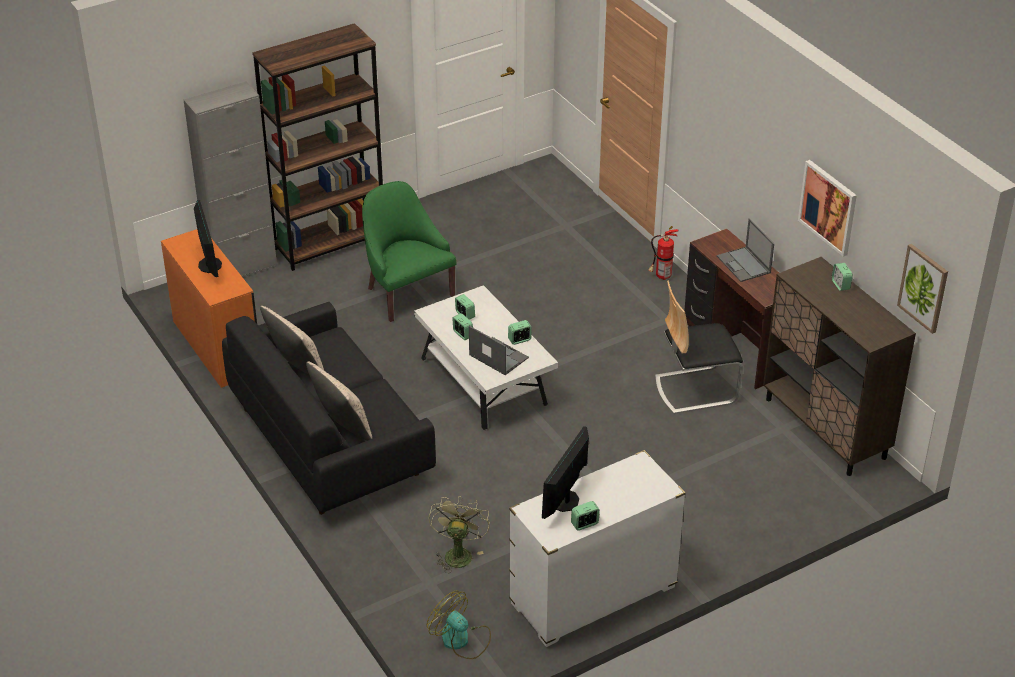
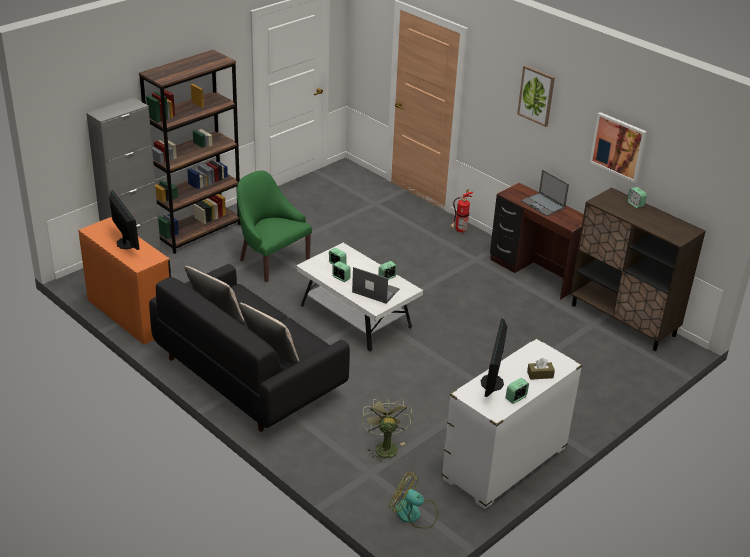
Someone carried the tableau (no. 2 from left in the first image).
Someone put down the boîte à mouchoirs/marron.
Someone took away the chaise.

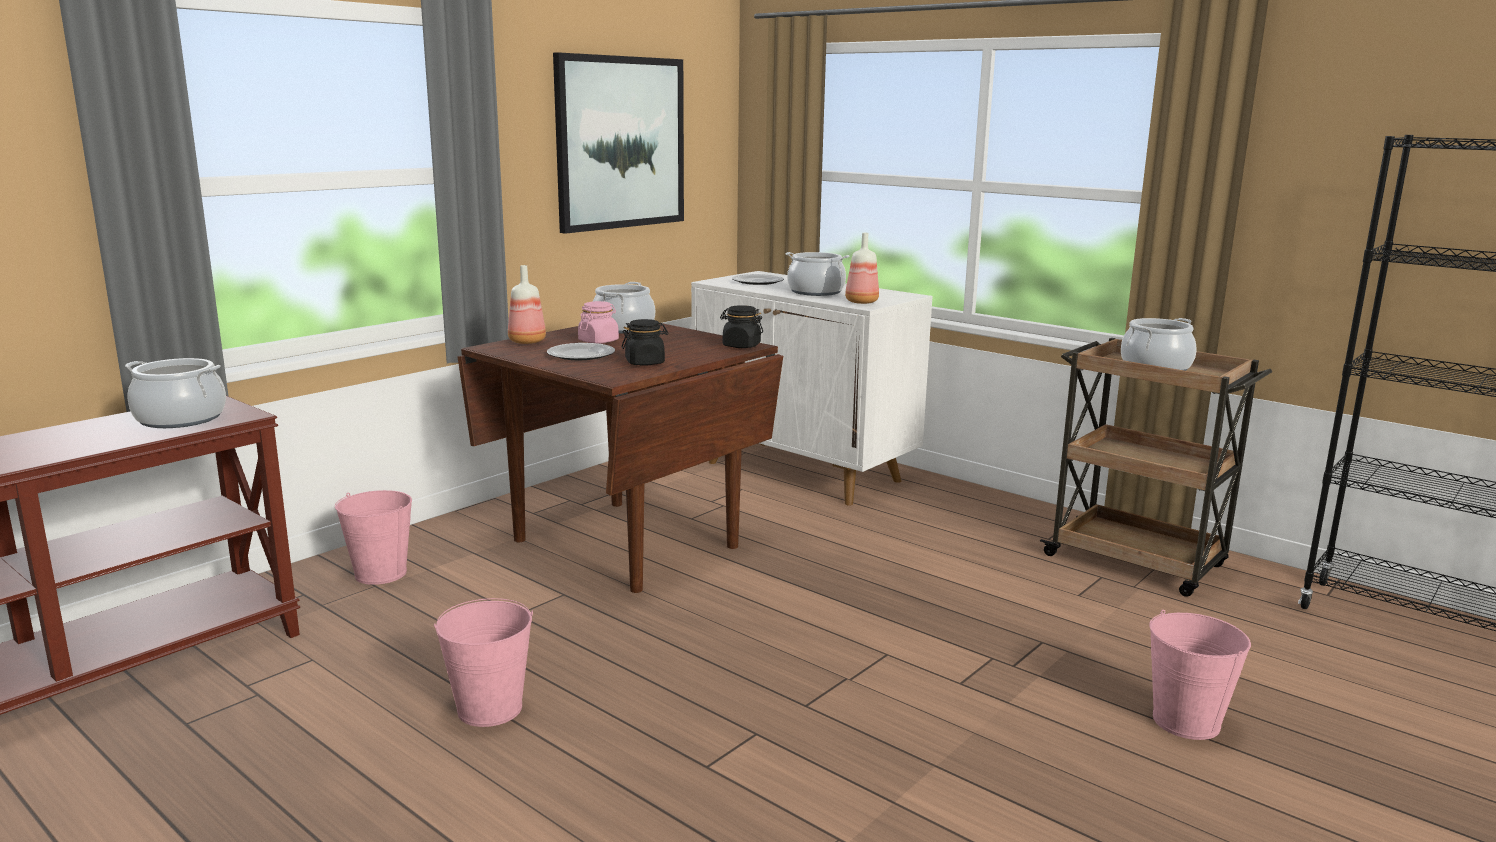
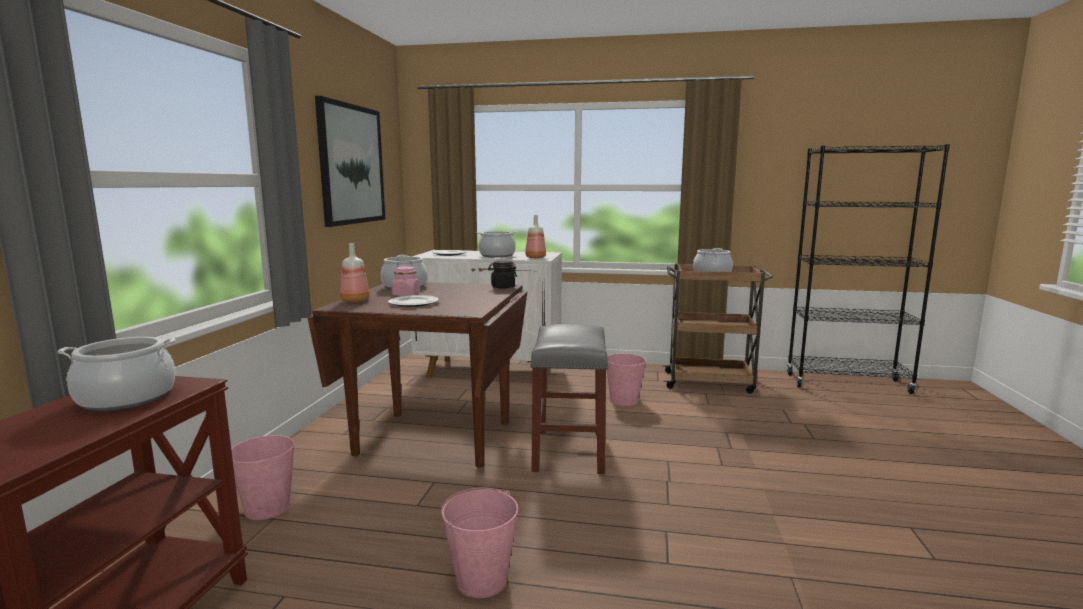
Someone put down the tabouret/gris.
Someone carried the seau/rose (no. 3 from left).
Someone took away the bocal/noir (no. 1 from left).

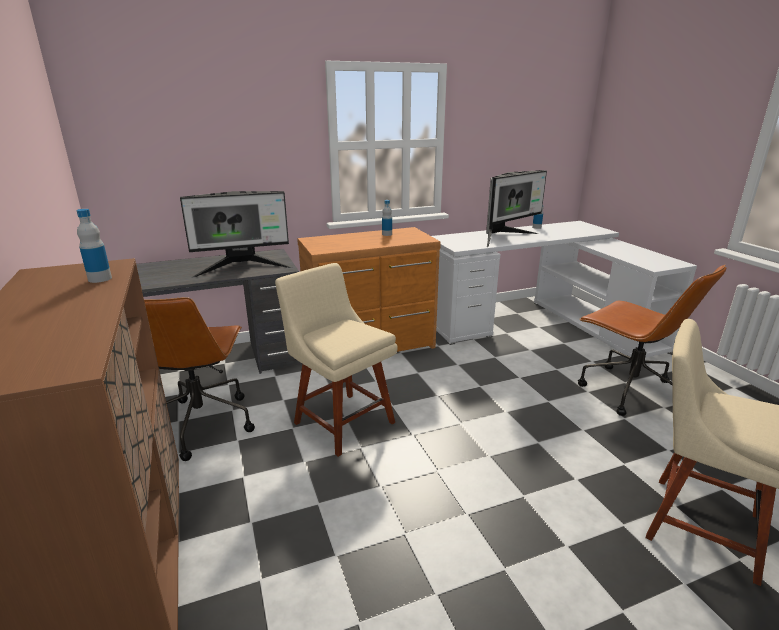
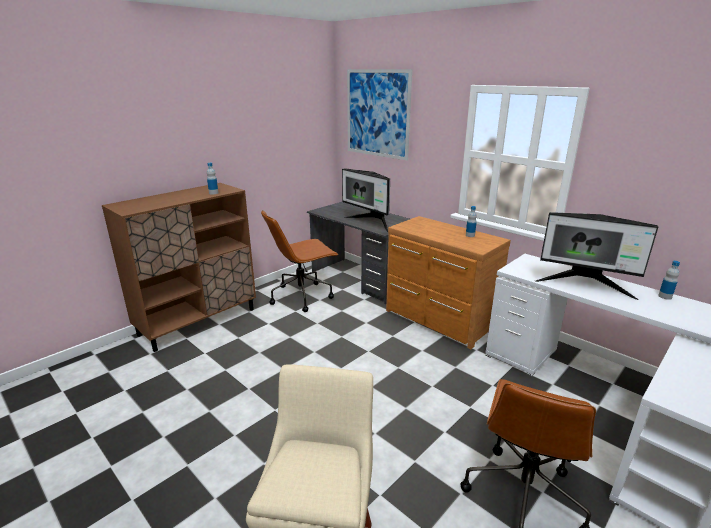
Someone put up the tableau.
Someone took away the chaise/beige (no. 1 from left).

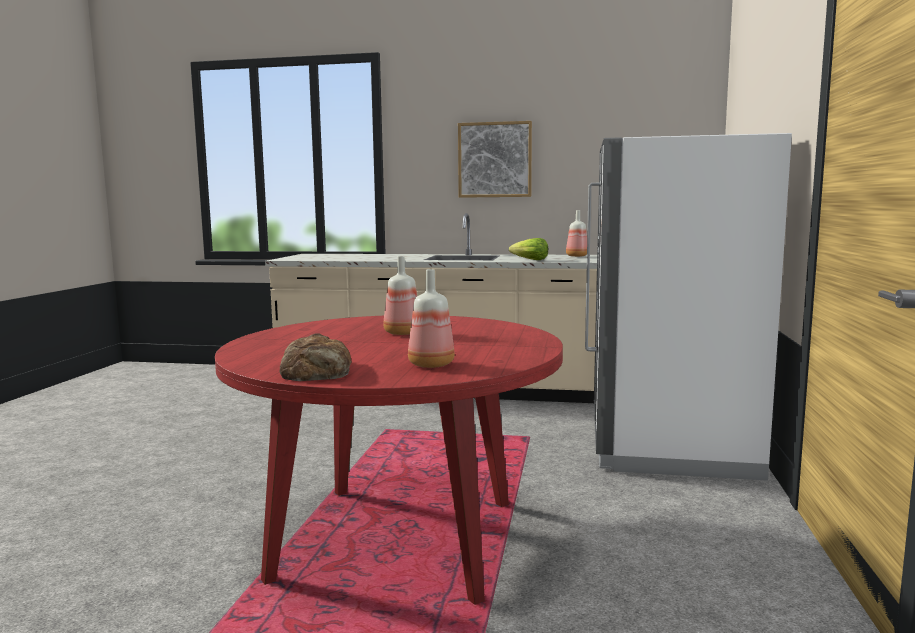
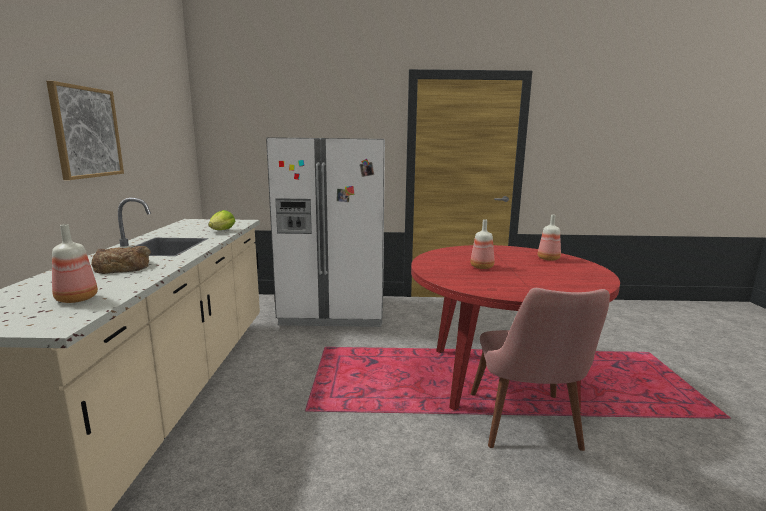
Someone carried the bouteille (no. 3 from left in the first image).
Someone carried the pain.
Someone put down the chaise/rose.

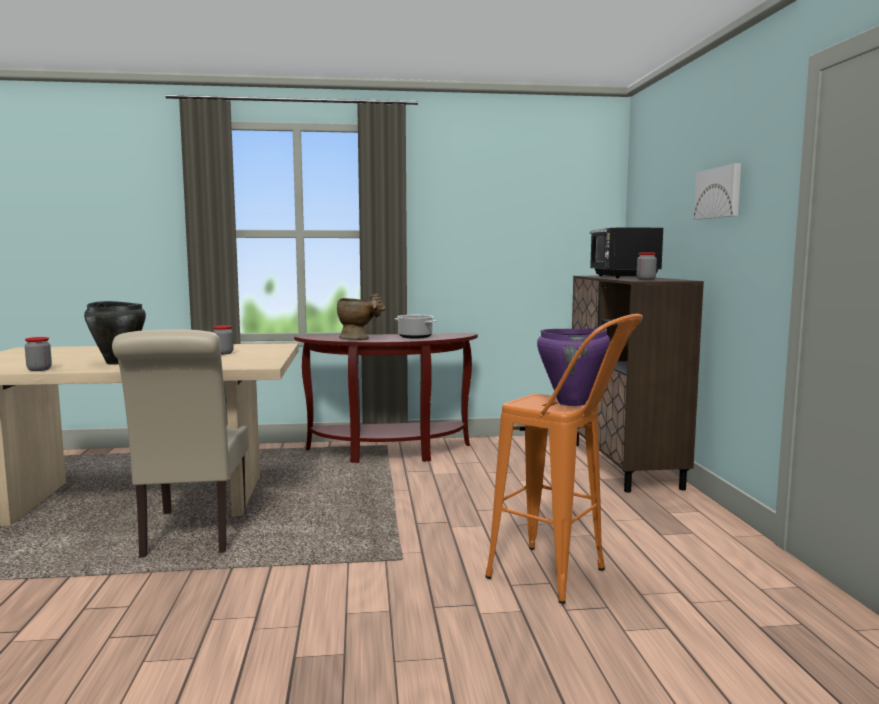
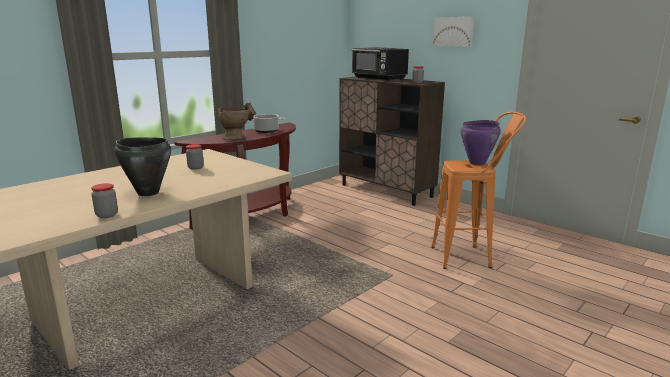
Someone took away the chaise/beige.

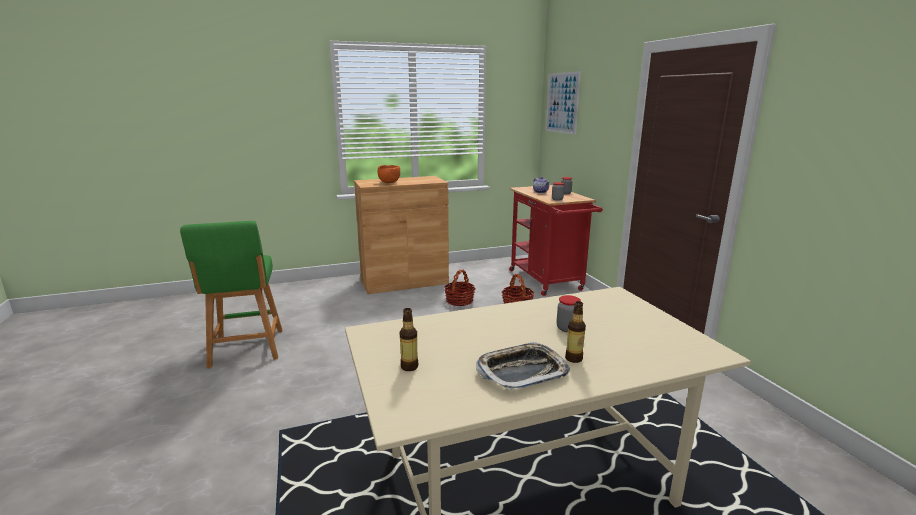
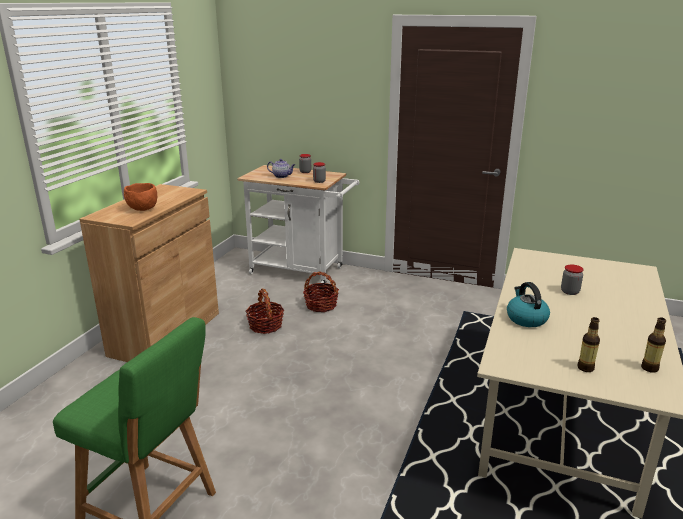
Someone repainted the chariot/rouge, which became the chariot/blanc.
Someone put down the bouilloire.
Someone carried the bouteille (no. 2 from left).
Someone took away the plateau.
Someone took away the tableau.

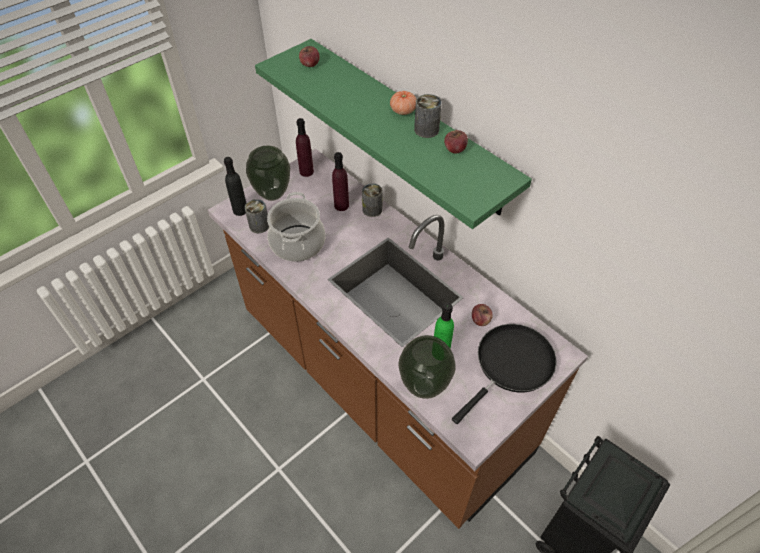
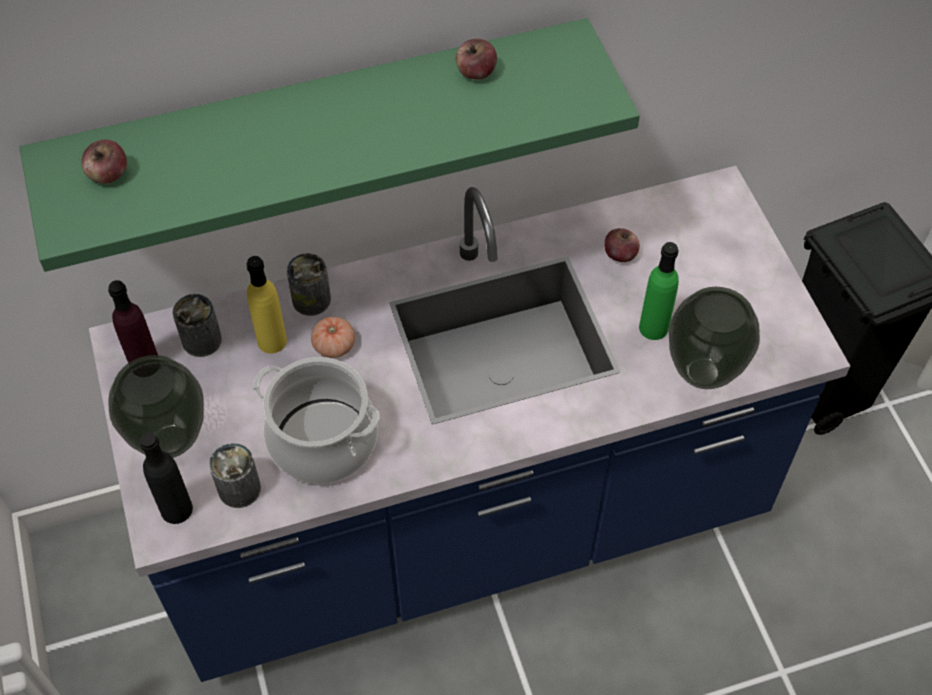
Someone repainted the comptoir de cuisine/marron, which became the comptoir de cuisine/bleu.
Someone carried the boîte métallique (no. 3 from left in the first image).
Someone repainted the bouteille/violet (no. 2 from left), which became the bouteille/jaune.
Someone carried the tomate.
Someone took away the poêle/noir.

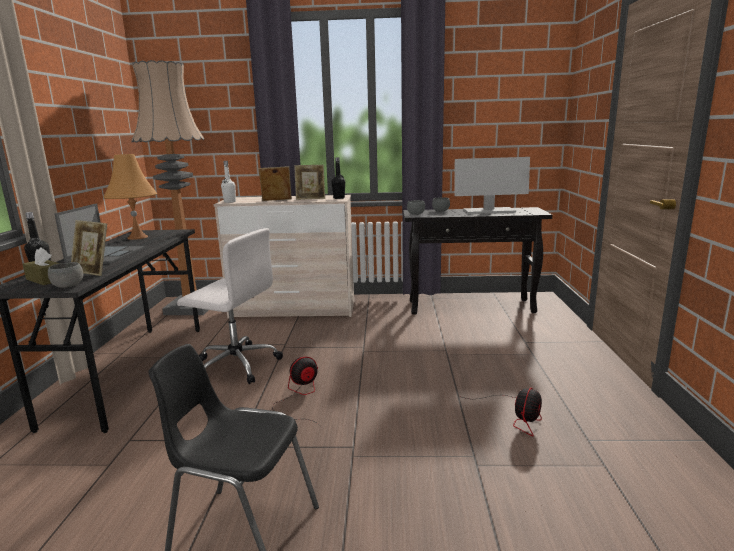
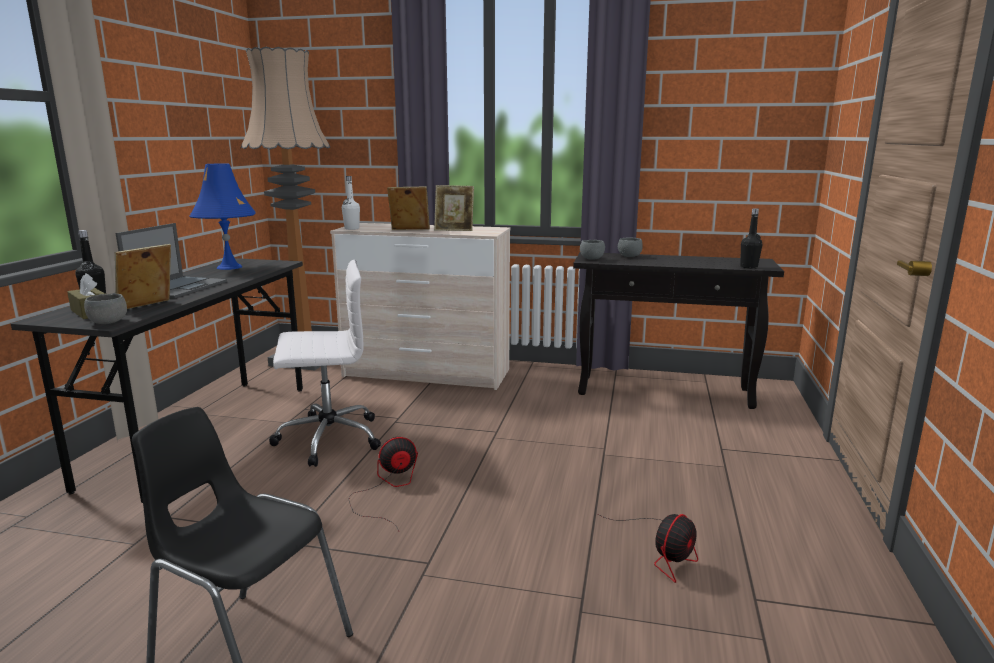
Someone rotated the cadre photo (no. 1 from left) by 90 degrees clockwise.
Someone repainted the lampe de table/orange, which became the lampe de table/bleu.
Someone rotated the chaise de bureau/blanc by 45 degrees counterclockwise.
Someone carried the bouteille/noir (no. 2 from left).
Someone took away the écran d'ordinateur.

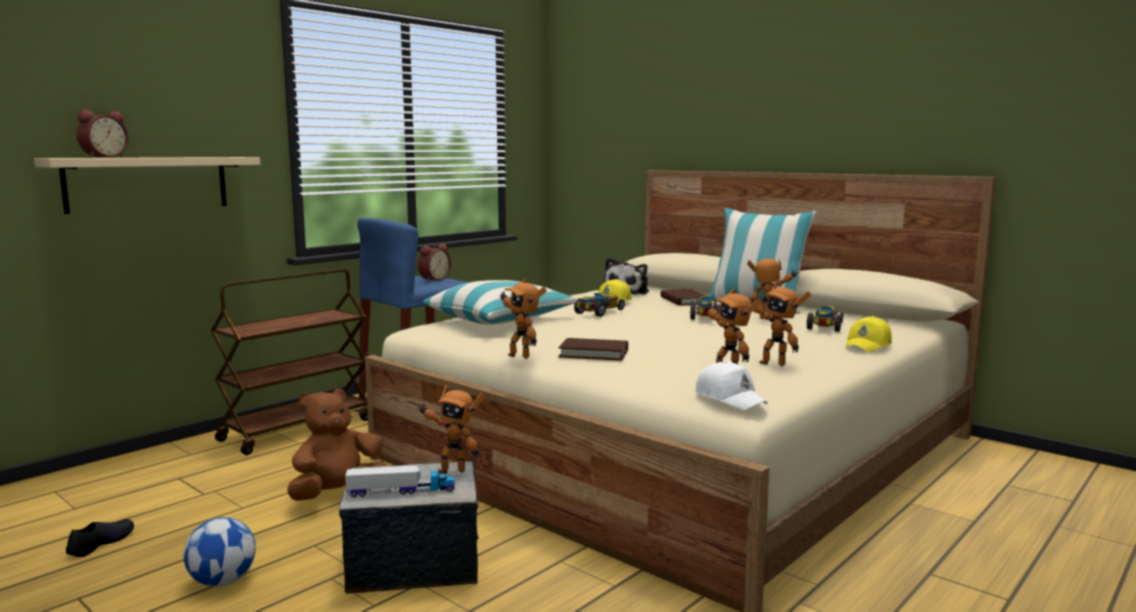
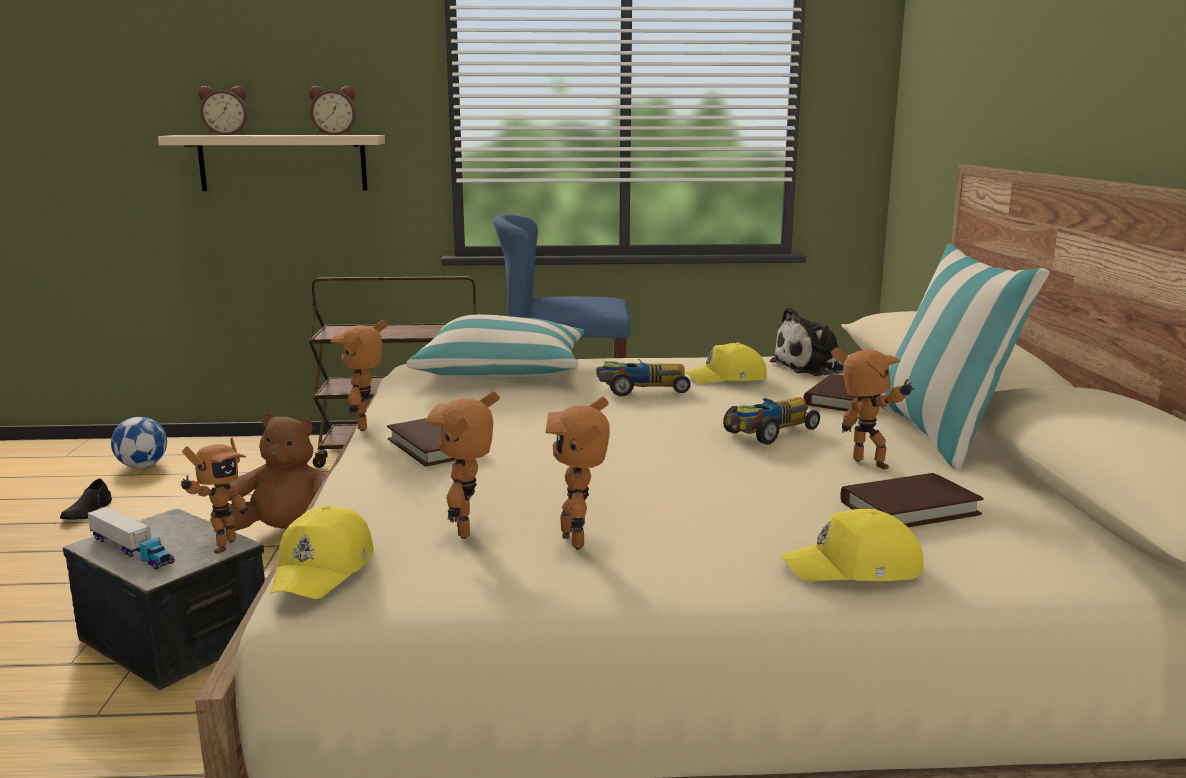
Someone rotated the chaussure/noir by 120 degrees clockwise.
Someone carried the ballon de foot.
Someone rotated the robot jouet (no. 1 from left) by 120 degrees counterclockwise.
Someone repainted the casquette/blanc, which became the casquette/jaune (no. 1 from left).
Someone carried the réveil (no. 2 from left).
Someone swapped the petite voiture (no. 3 from left) for the livre/marron (no. 3 from left).

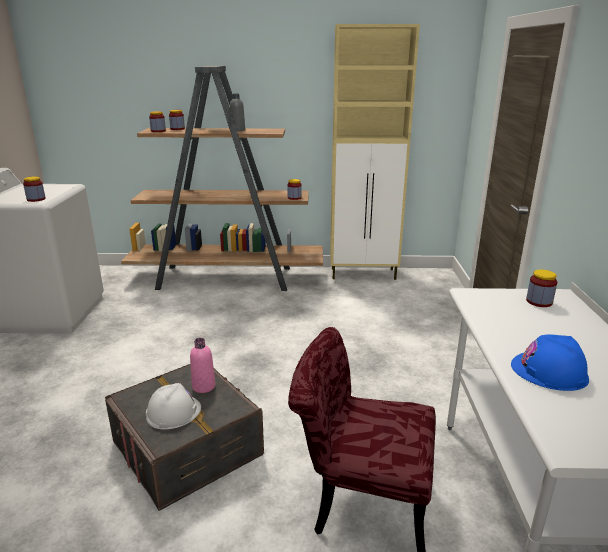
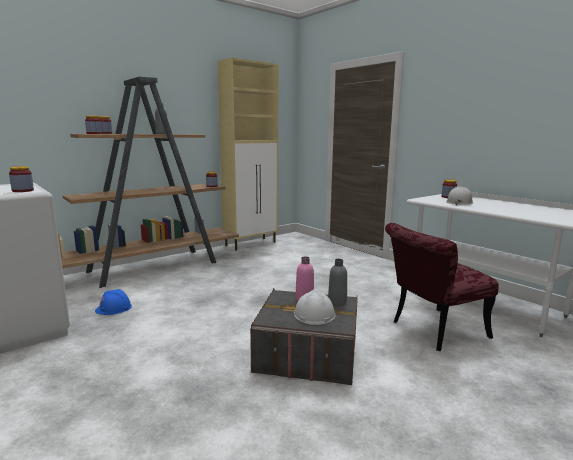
Someone carried the casque de chantier/bleu.
Someone put down the bouteille/gris (no. 2 from left).
Someone put down the casque de chantier/blanc (no. 2 from left).

